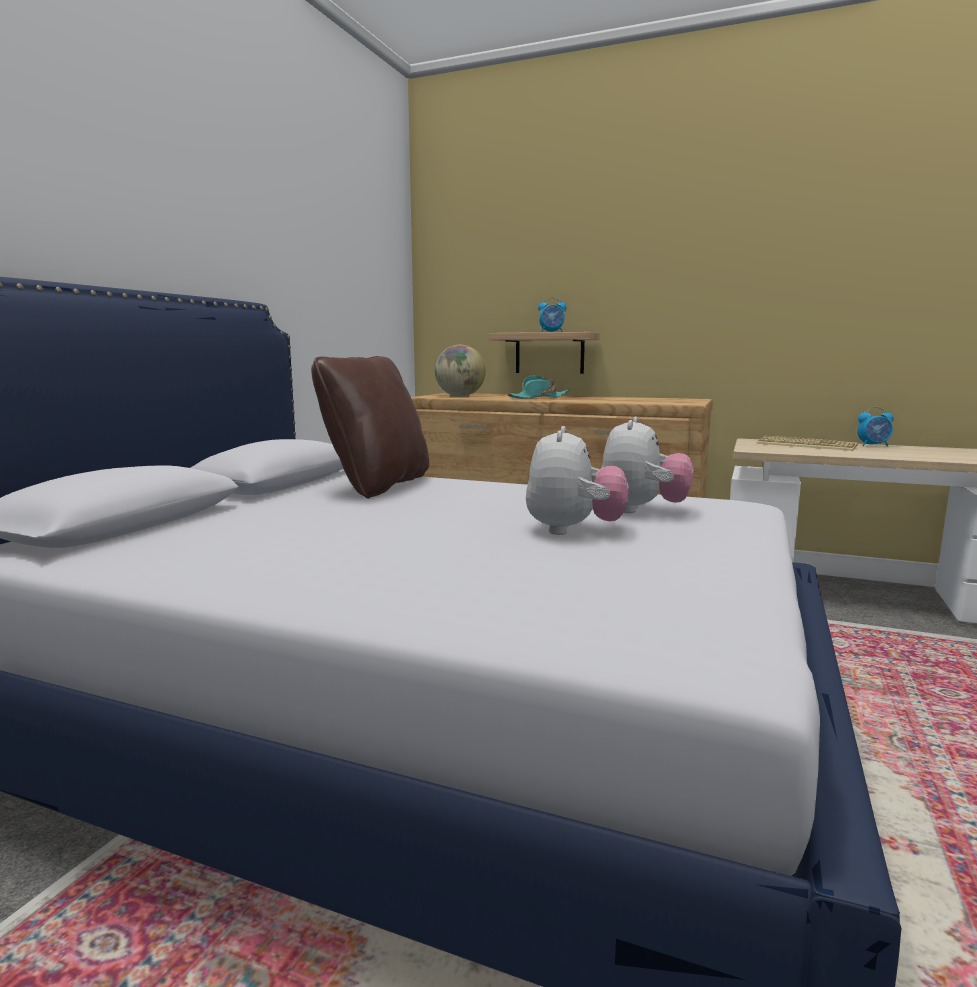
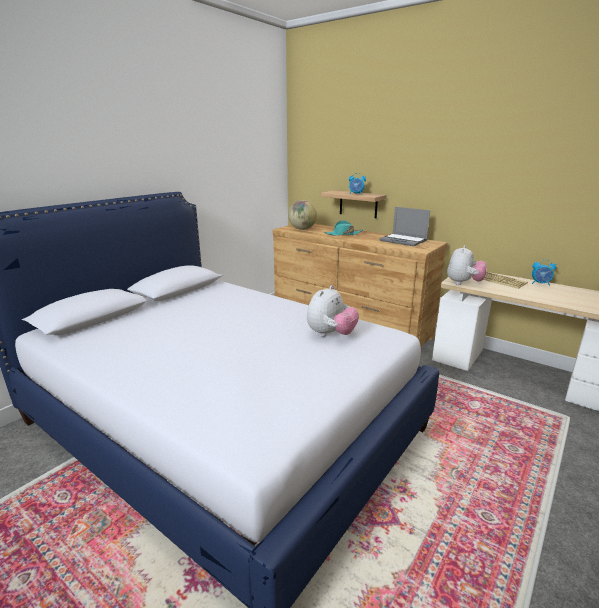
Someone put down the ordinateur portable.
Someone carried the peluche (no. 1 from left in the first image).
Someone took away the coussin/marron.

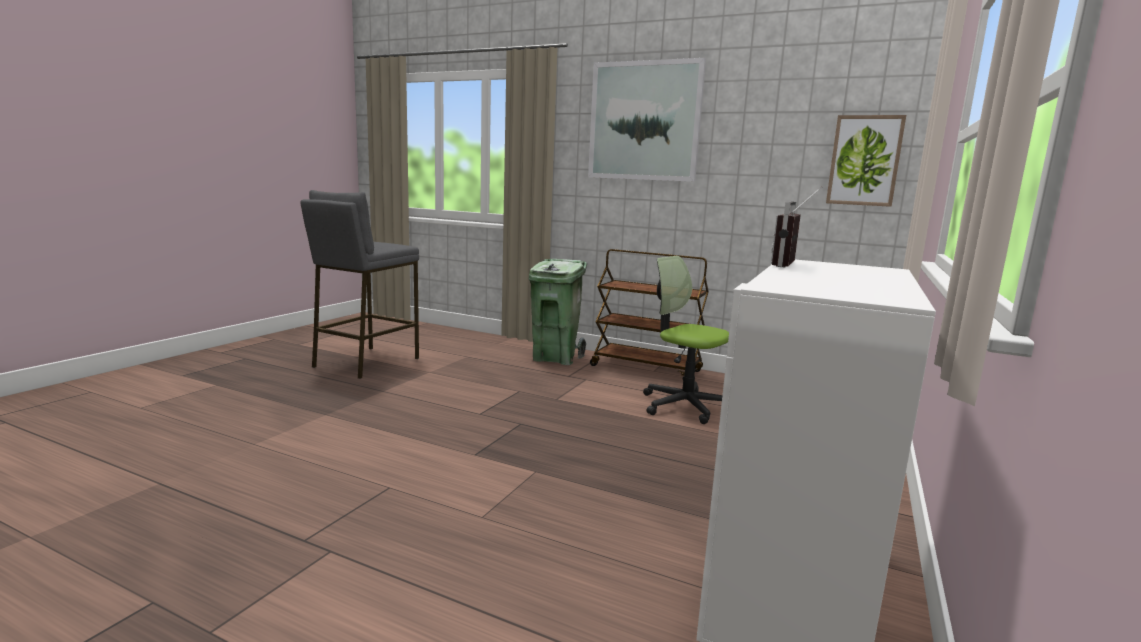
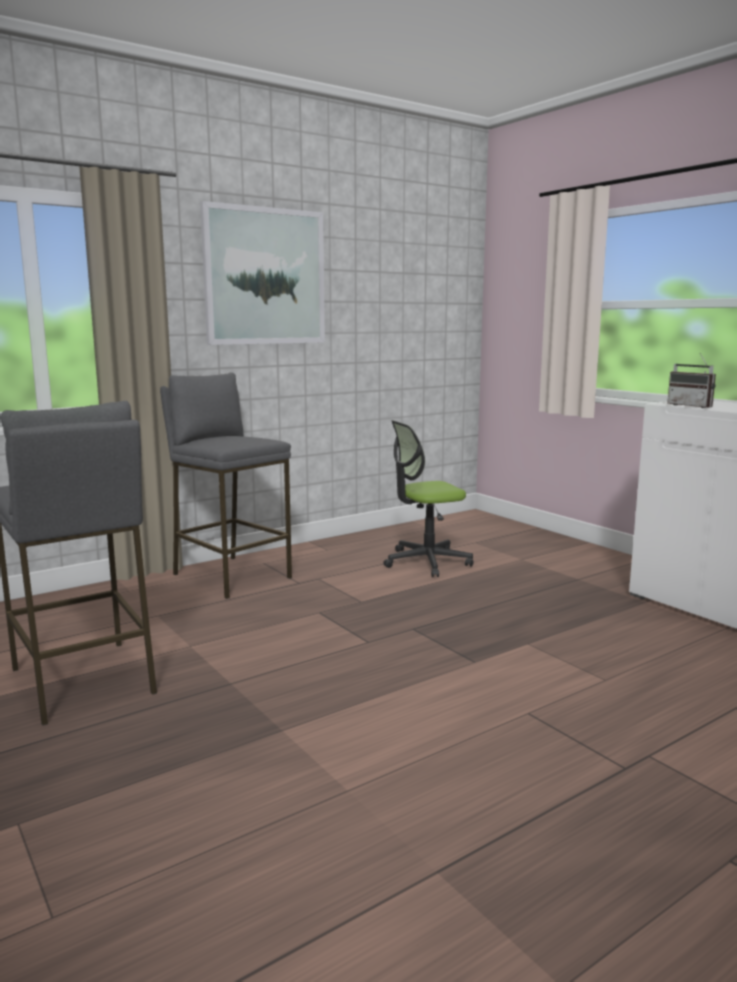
Someone swapped the poubelle/vert for the tabouret/gris (no. 2 from left).
Someone took away the chariot/marron.
Someone took away the tableau (no. 2 from left).

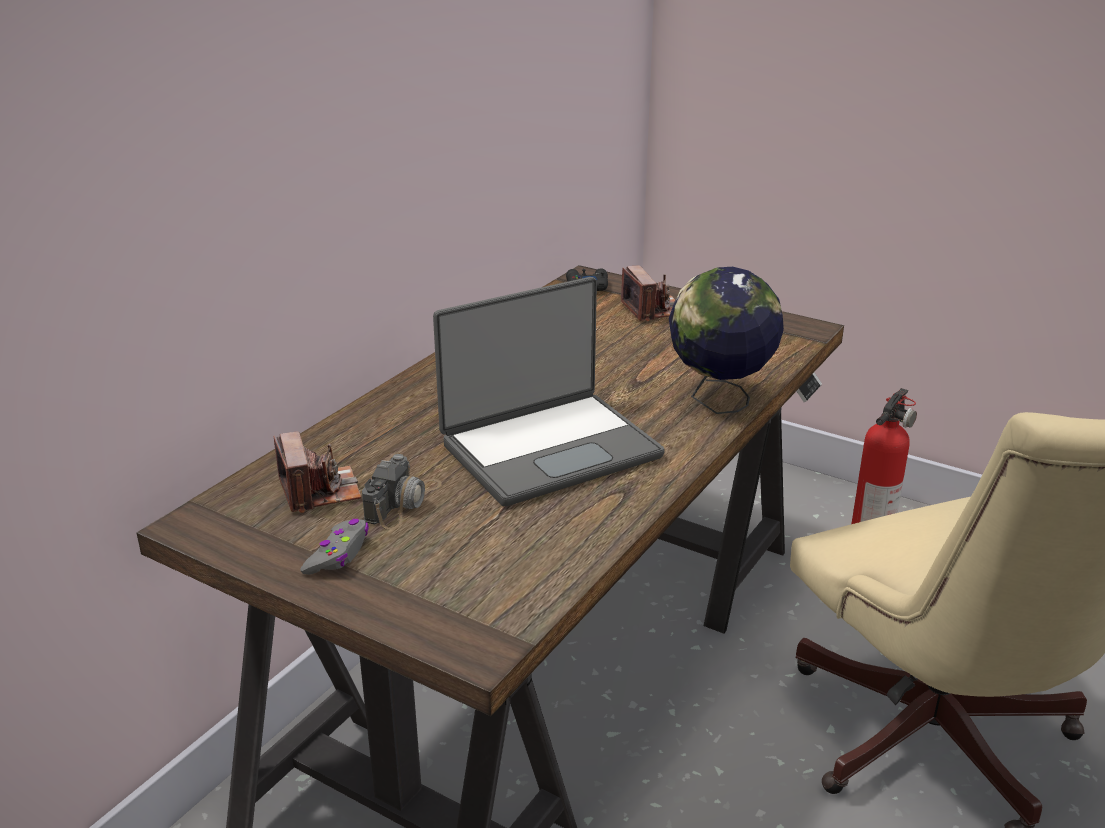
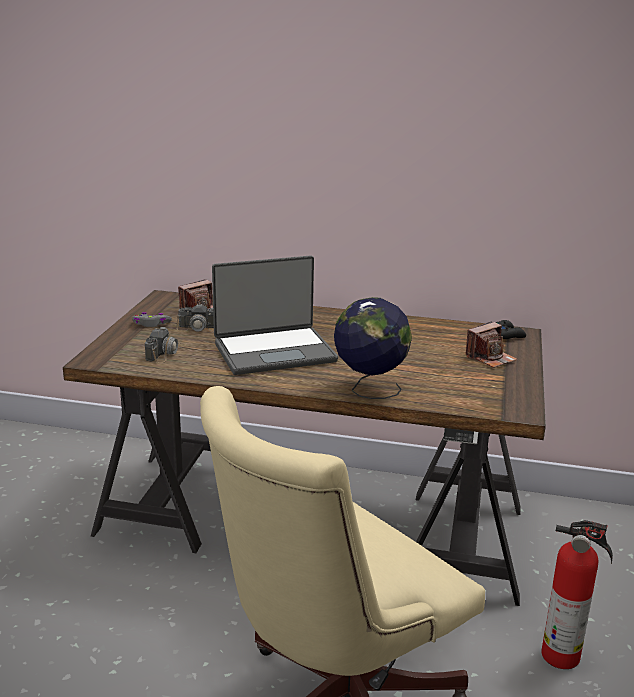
Someone put down the appareil photo (no. 1 from left).
Someone rotated the ordinateur portable by 60 degrees counterclockwise.

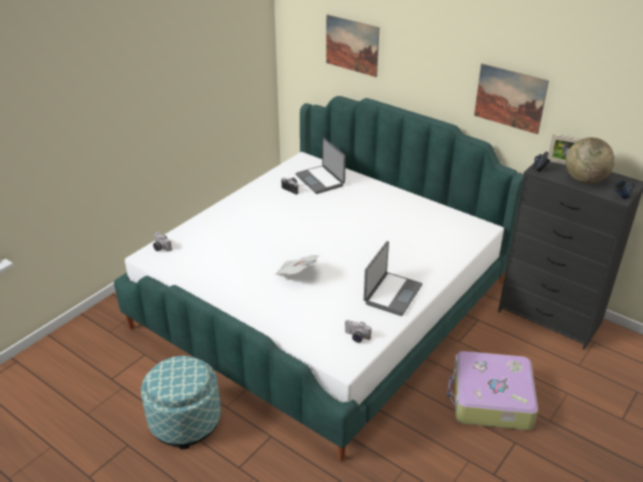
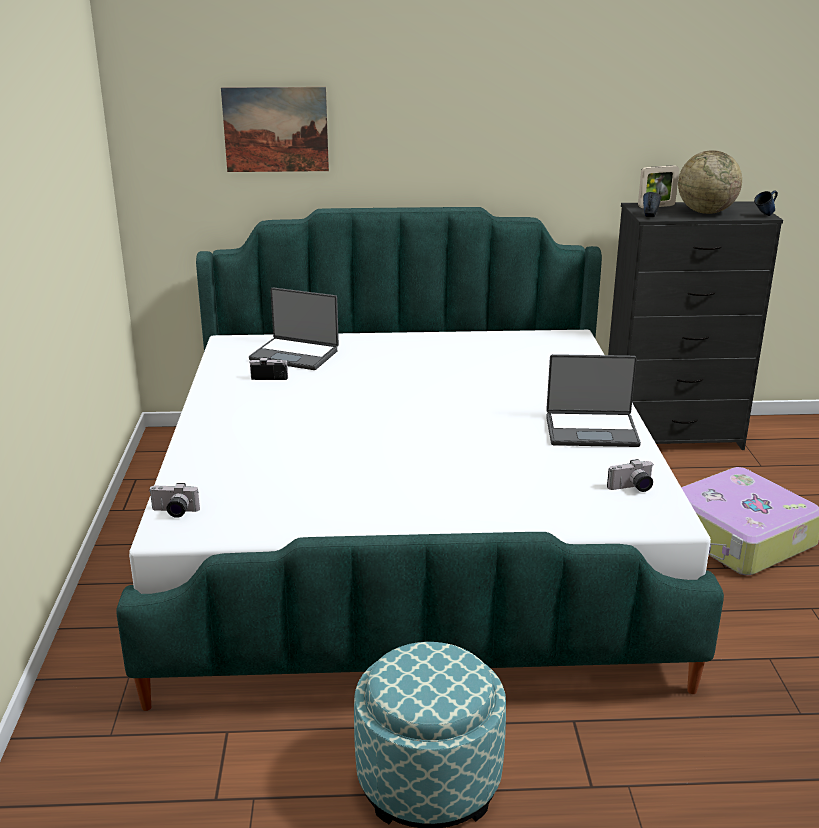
Someone rotated the ordinateur portable (no. 2 from left) by 105 degrees clockwise.
Someone took away the journal.
Someone took away the tableau (no. 2 from left).

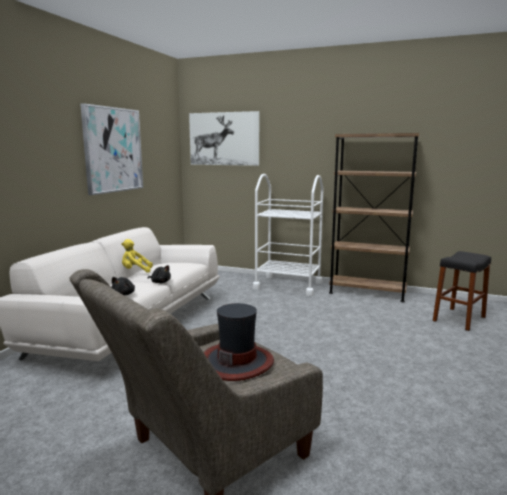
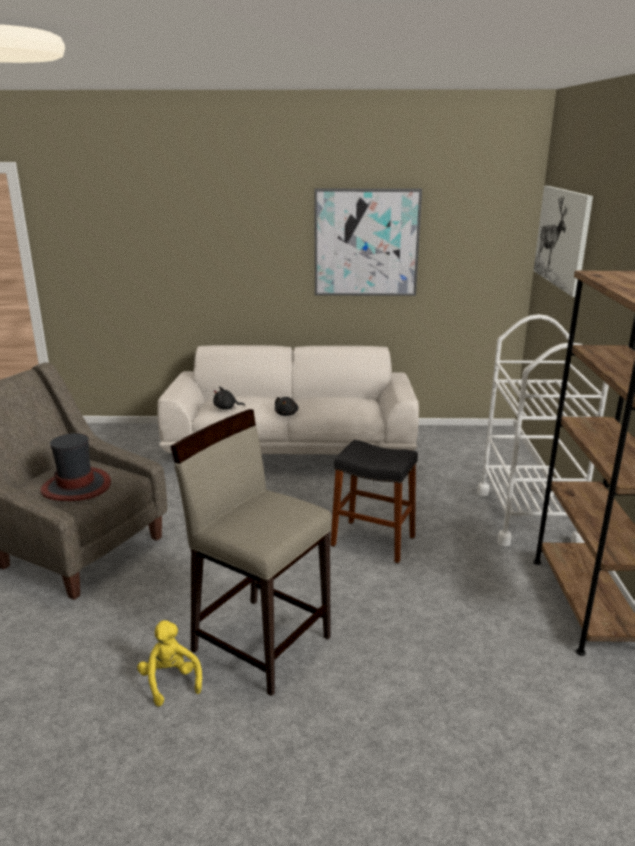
Someone carried the peluche/jaune.
Someone put down the tabouret/beige.
Someone carried the tabouret/noir.

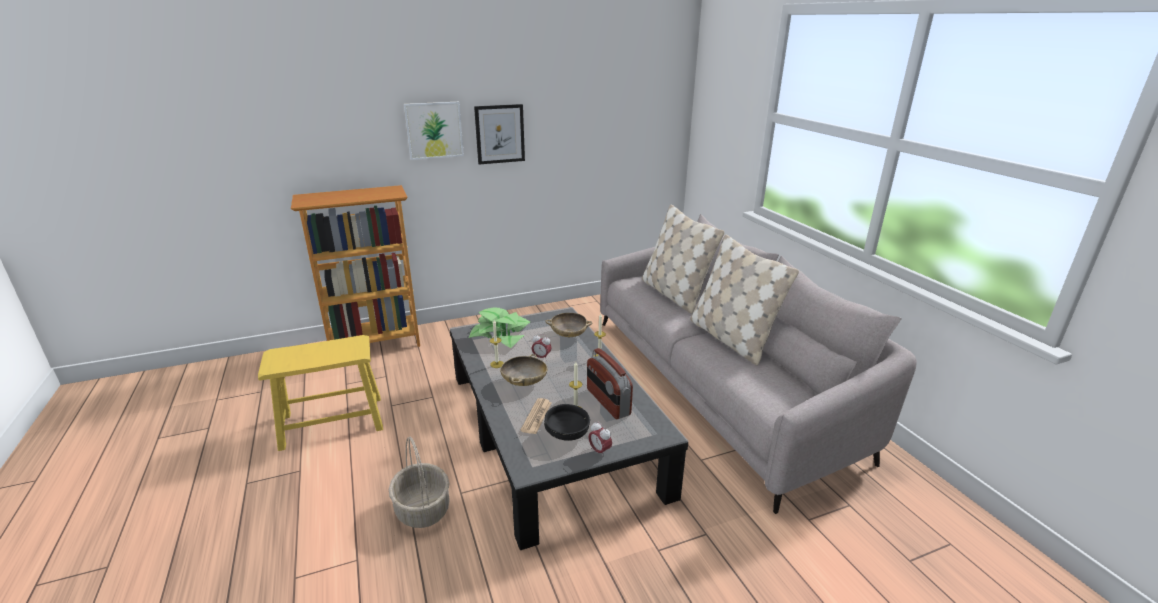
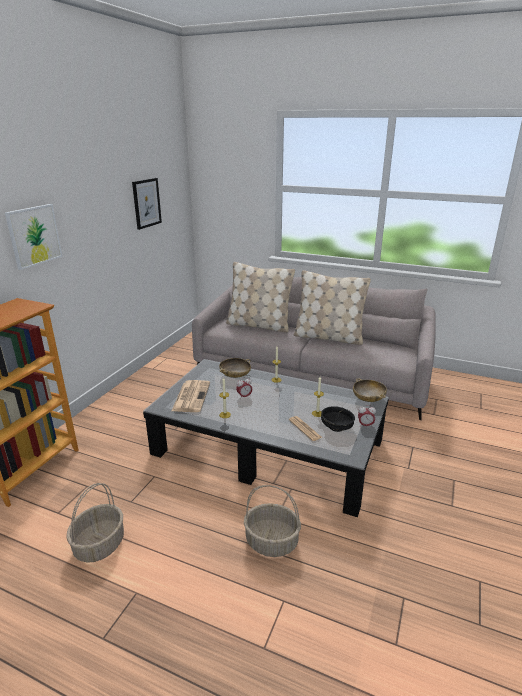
Someone swapped the tabouret/jaune for the panier (no. 1 from left).
Someone carried the tableau (no. 2 from left).
Someone swapped the plante en pot for the journal (no. 1 from left).
Someone carried the bol/beige (no. 1 from left in the first image).
Someone took away the radio.

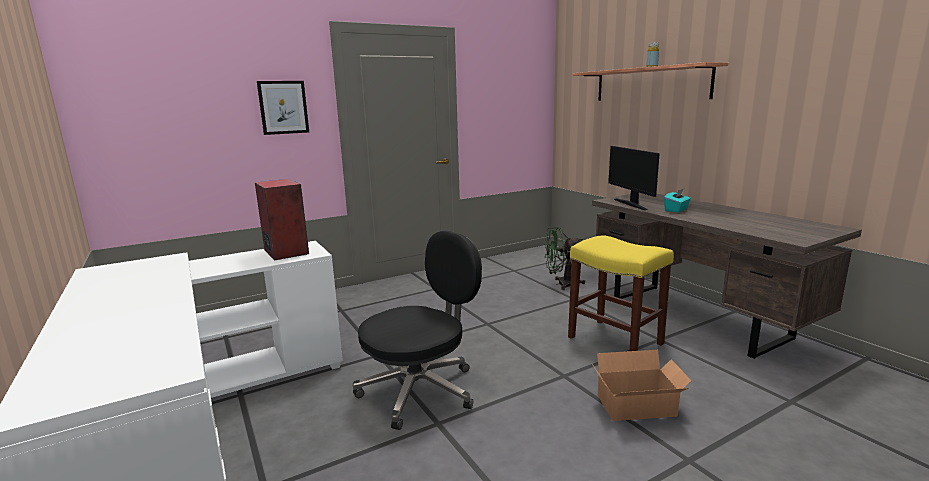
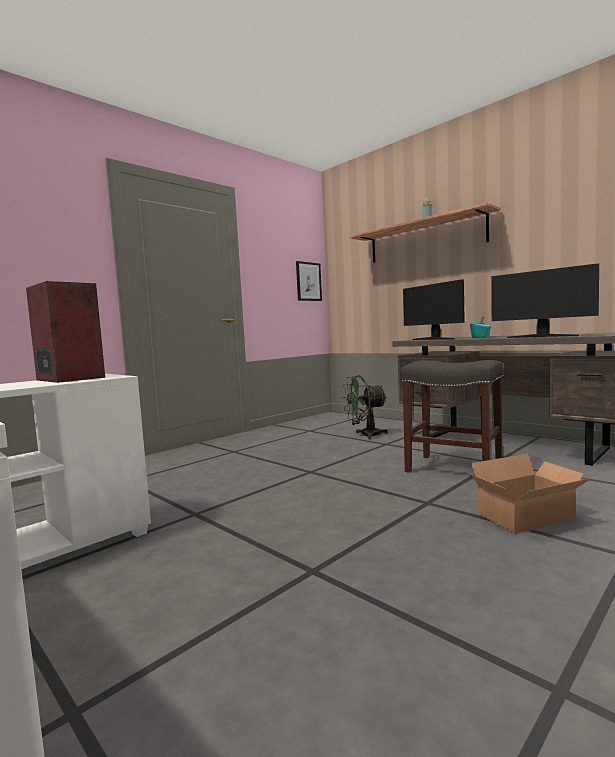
Someone carried the tableau.
Someone repainted the tabouret/jaune, which became the tabouret/gris.
Someone put down the écran d'ordinateur (no. 2 from left).
Someone took away the chaise de bureau/noir.

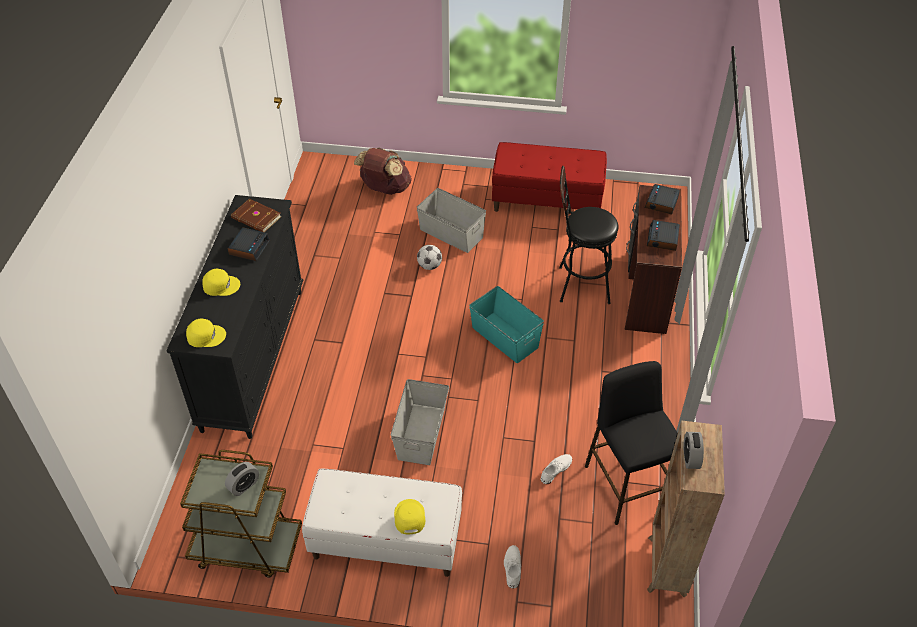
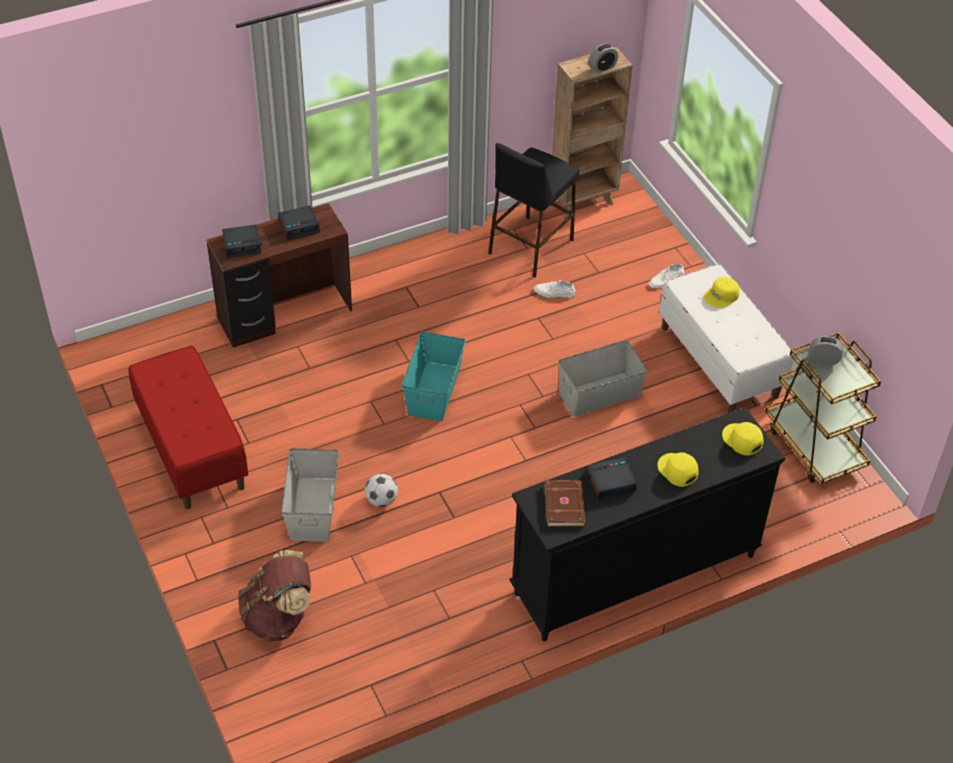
Someone took away the tabouret/noir (no. 1 from left).

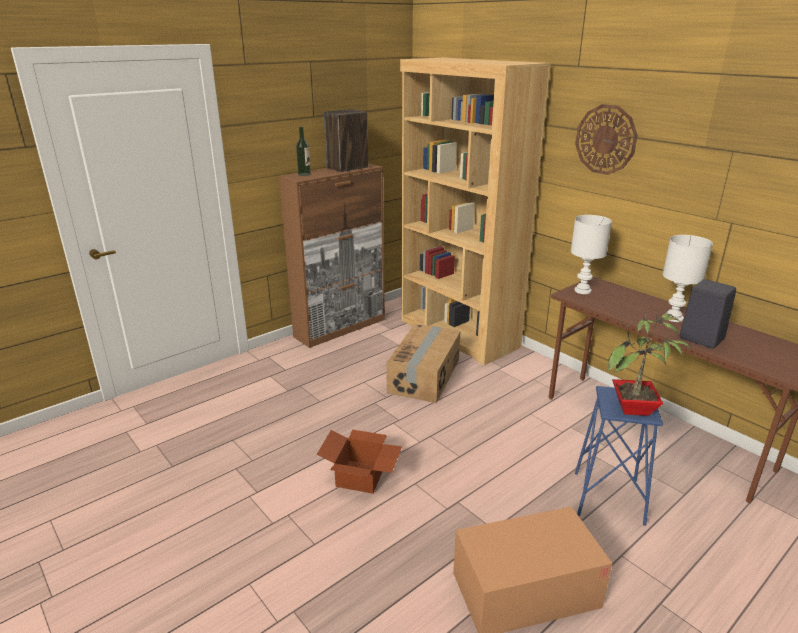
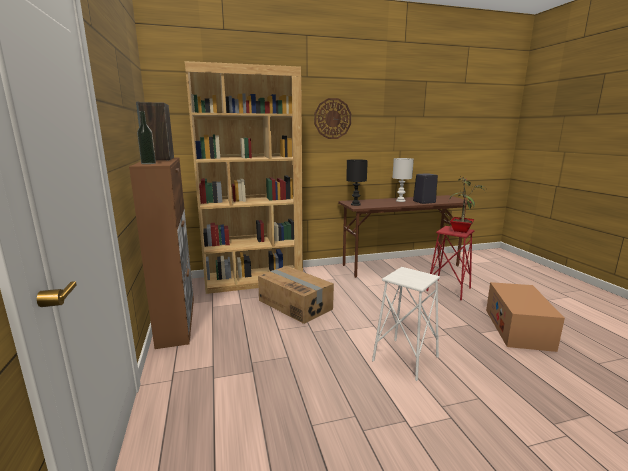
Someone repainted the lampe de table/blanc (no. 1 from left), which became the lampe de table/noir.
Someone swapped the carton (no. 1 from left) for the tabouret/blanc.
Someone repainted the tabouret/bleu, which became the tabouret/rouge.

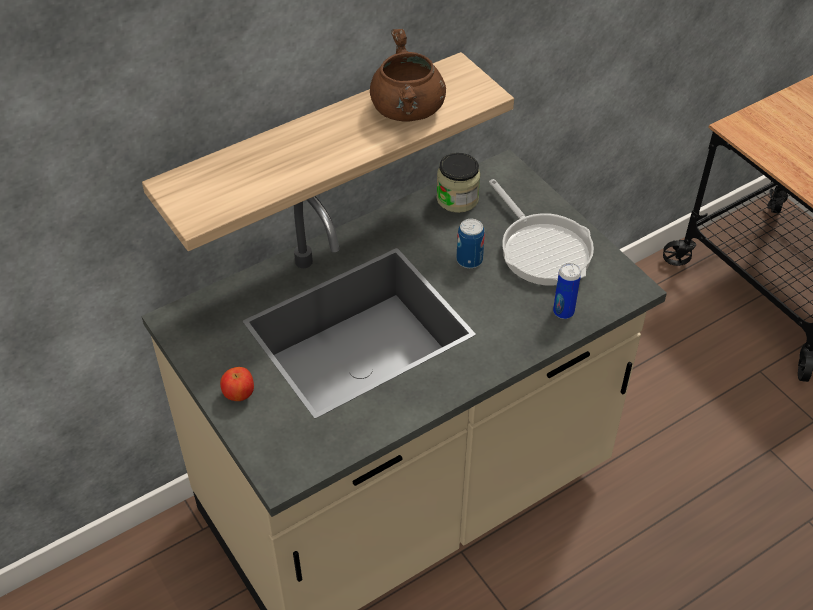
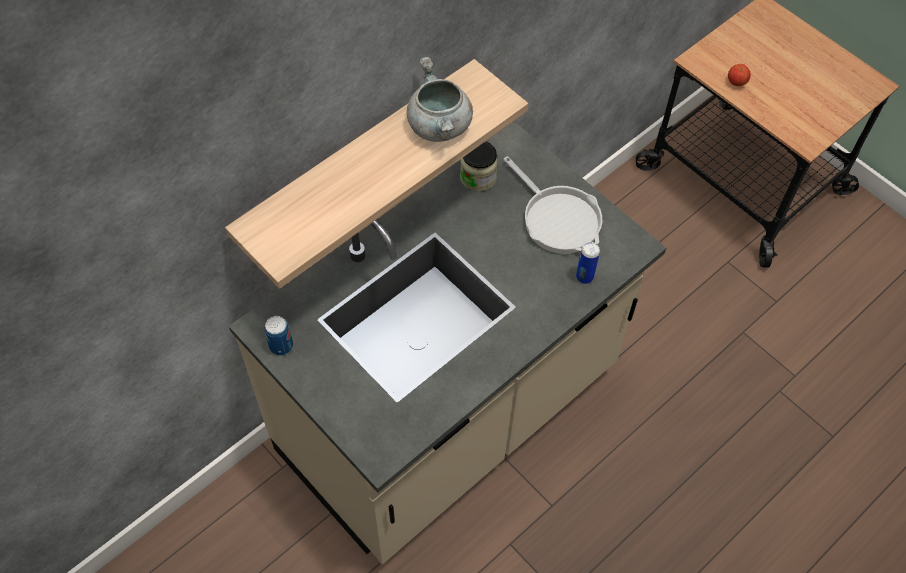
Someone carried the boîte métallique (no. 1 from left).
Someone repainted the marmite/marron, which became the marmite/gris.
Someone carried the pomme.

